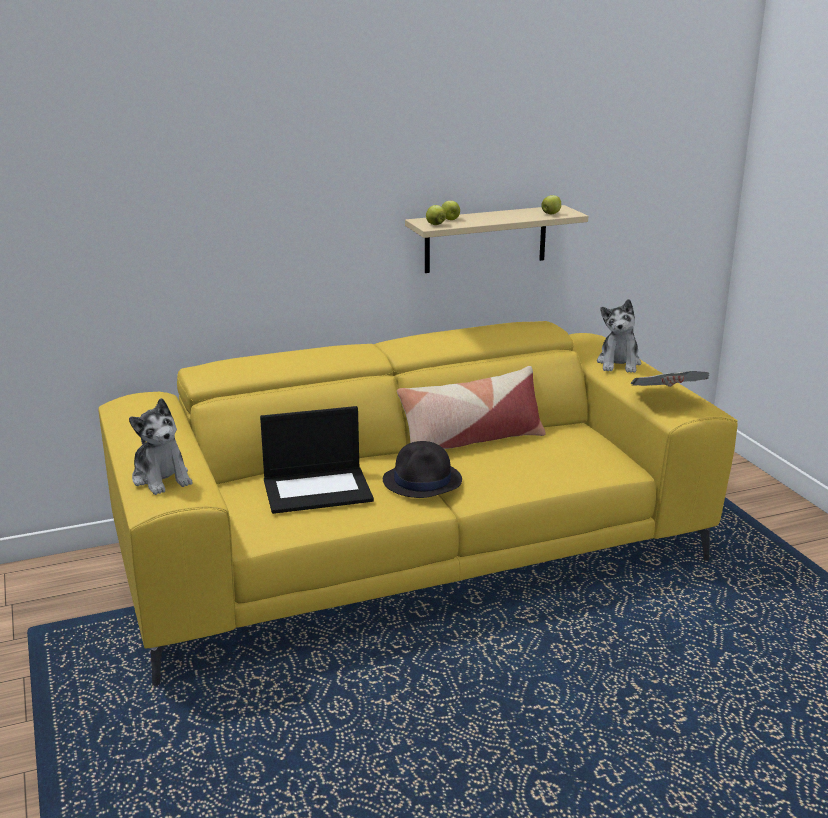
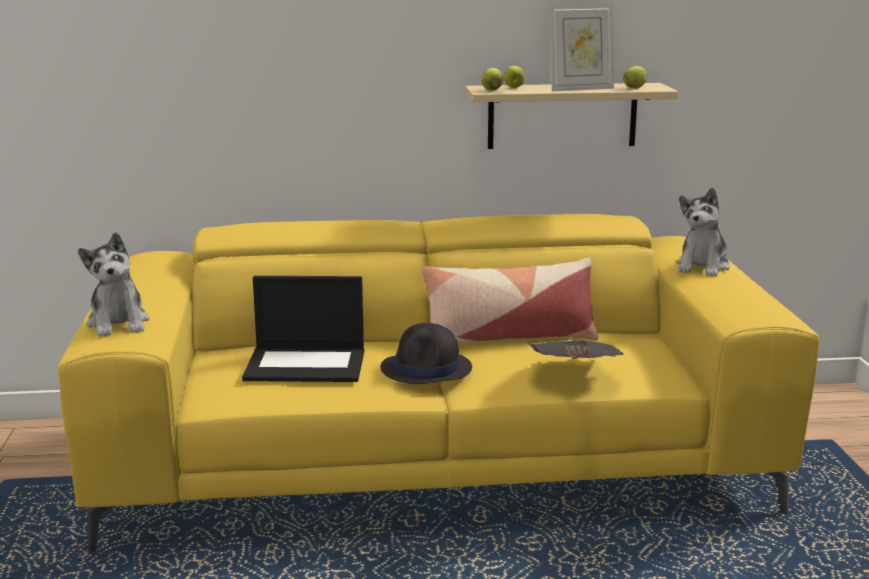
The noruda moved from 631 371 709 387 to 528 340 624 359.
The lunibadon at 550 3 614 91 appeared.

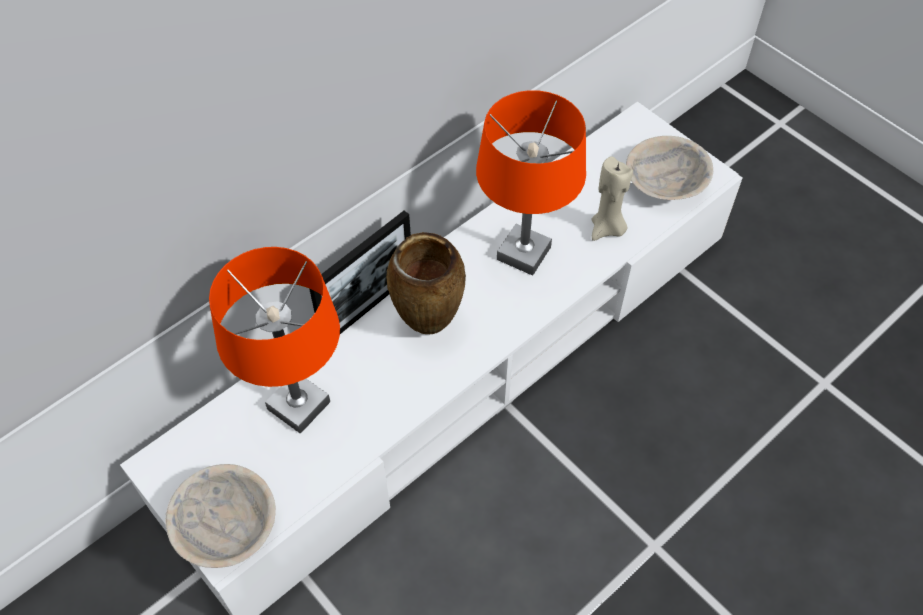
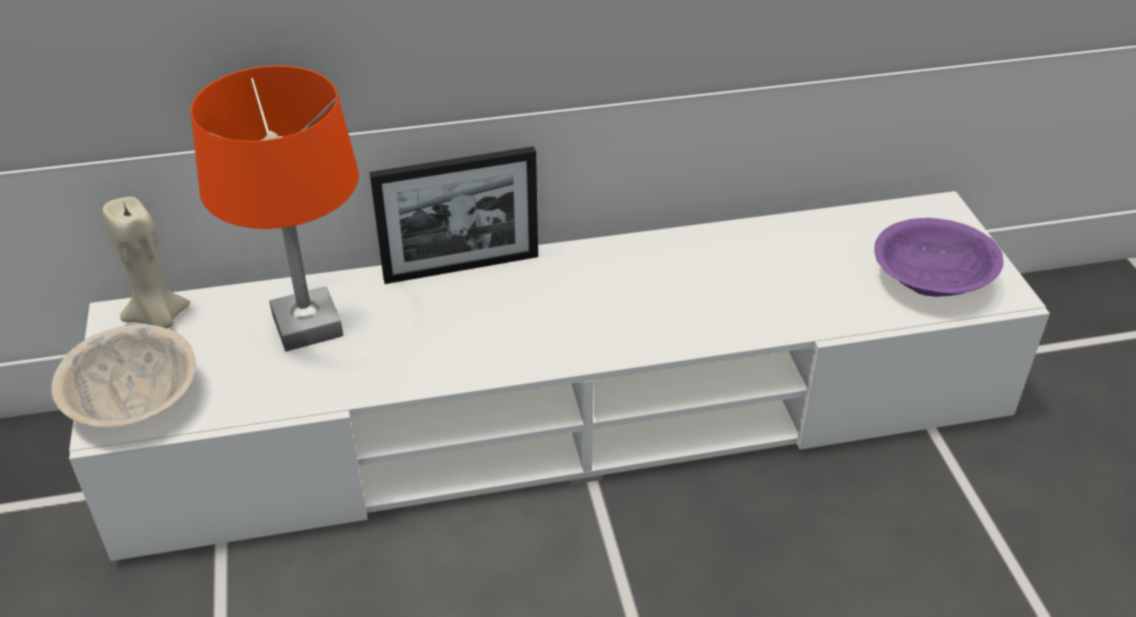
The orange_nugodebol at 476 90 586 276 disappeared.
The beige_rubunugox at 626 136 713 200 became the purple_rubunugox at 874 218 1003 297.
The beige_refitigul moved from 591 157 633 241 to 103 197 190 329.
The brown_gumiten at 386 232 466 334 disappeared.

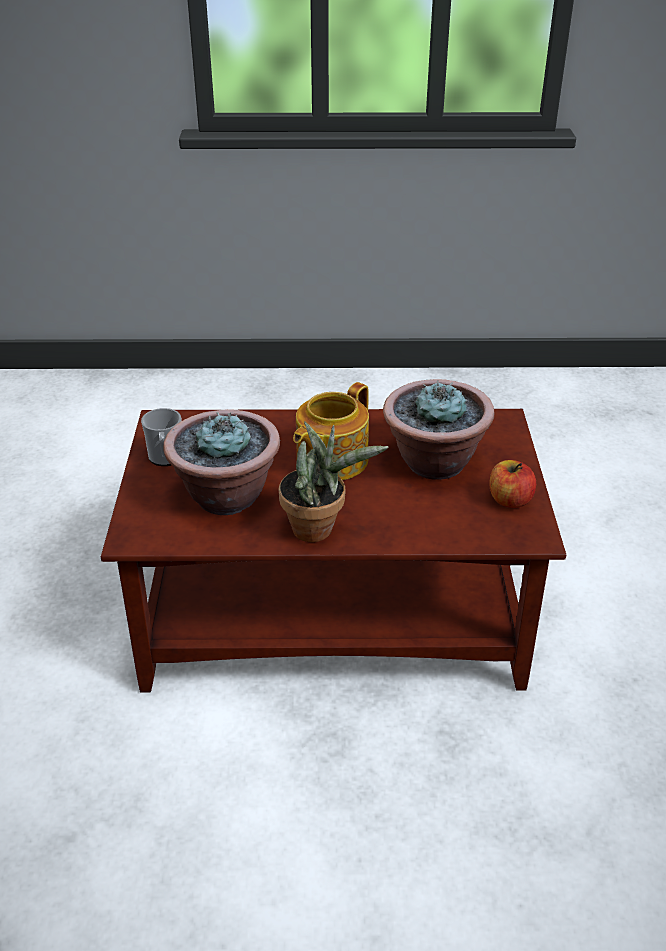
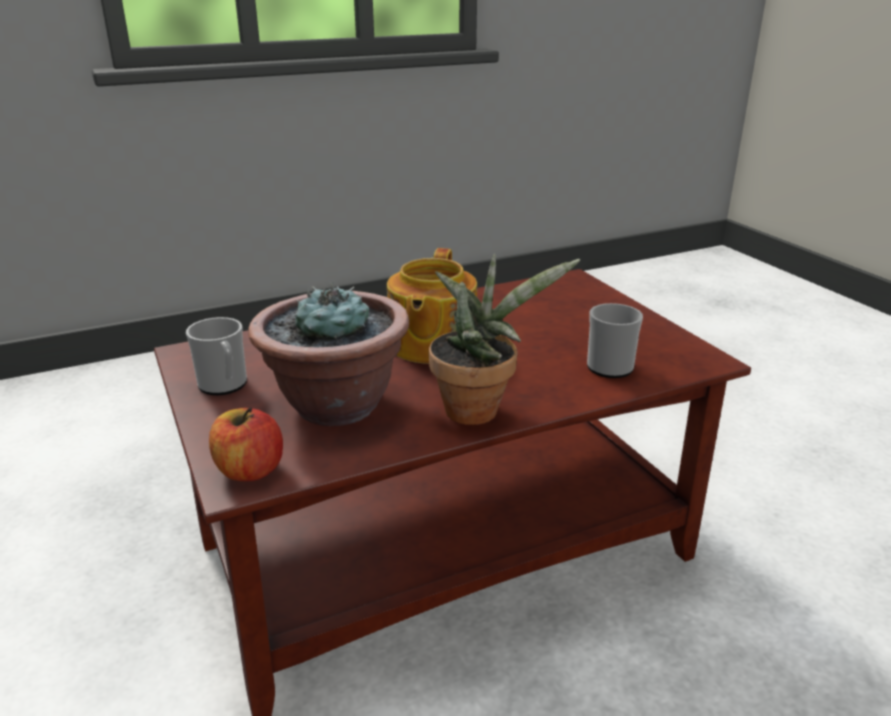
The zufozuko at 383 379 494 480 disappeared.
The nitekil moved from 490 460 536 508 to 209 407 283 481.
The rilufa at 587 303 643 378 appeared.

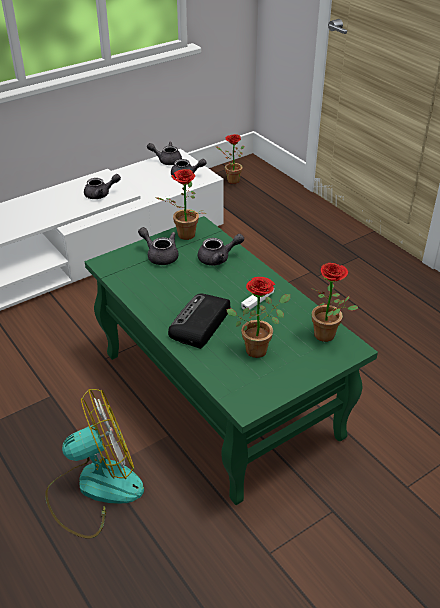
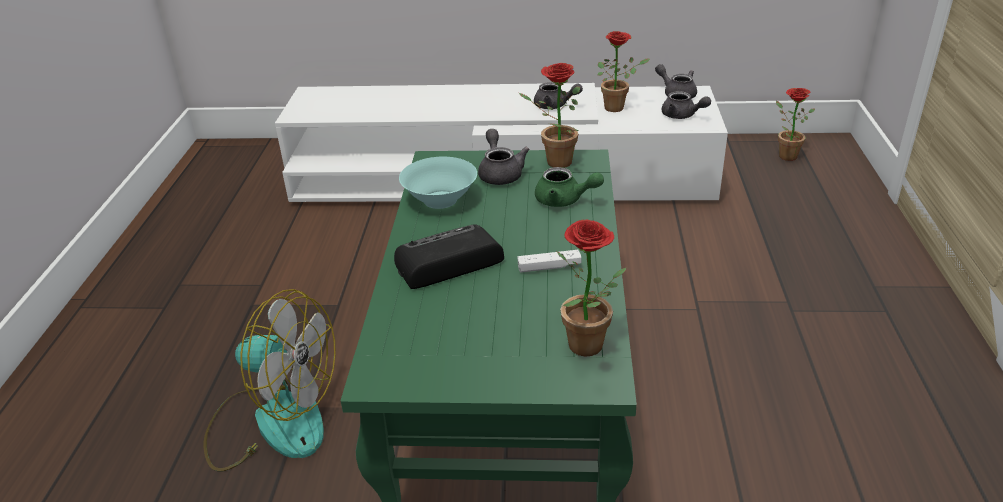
The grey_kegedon at 198 234 244 266 became the green_kegedon at 535 167 604 207.
The zufozuko moved from 226 277 290 358 to 597 31 650 112.
The turquoise_rubunugox at 399 157 477 209 appeared.

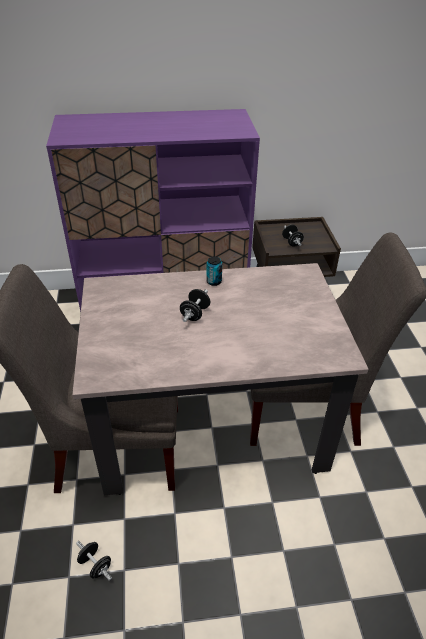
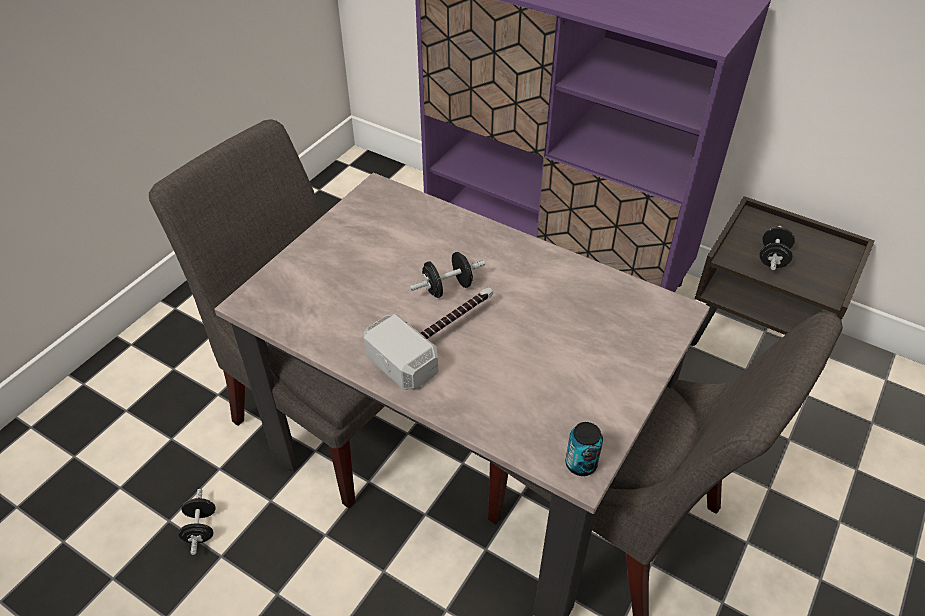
The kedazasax moved from 206 257 222 286 to 565 422 603 476.
The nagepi at 364 287 493 389 appeared.

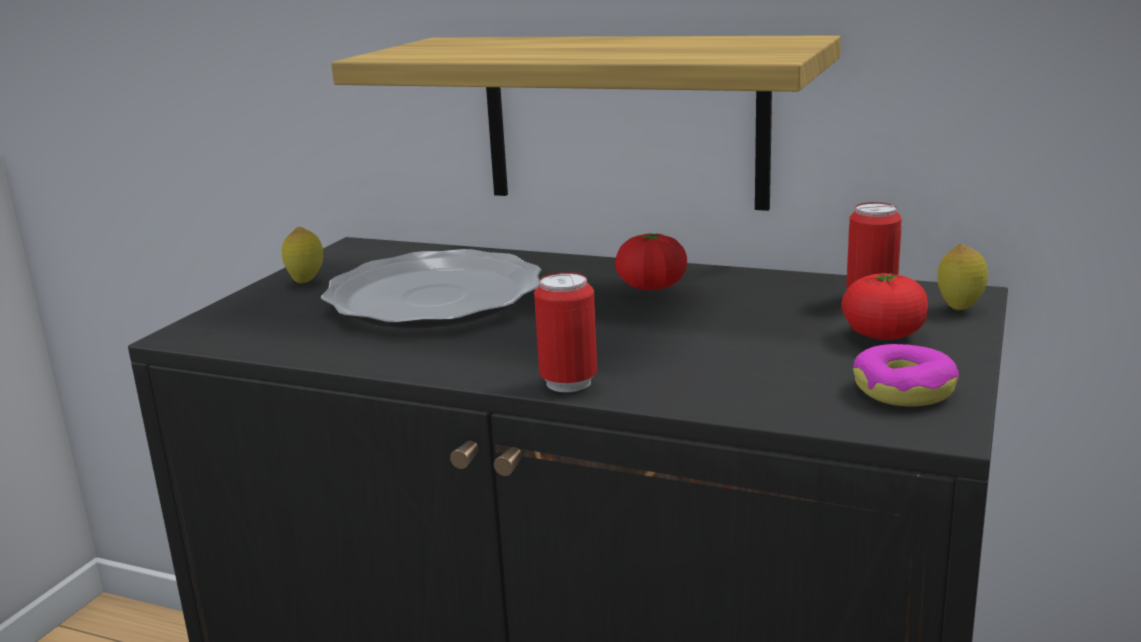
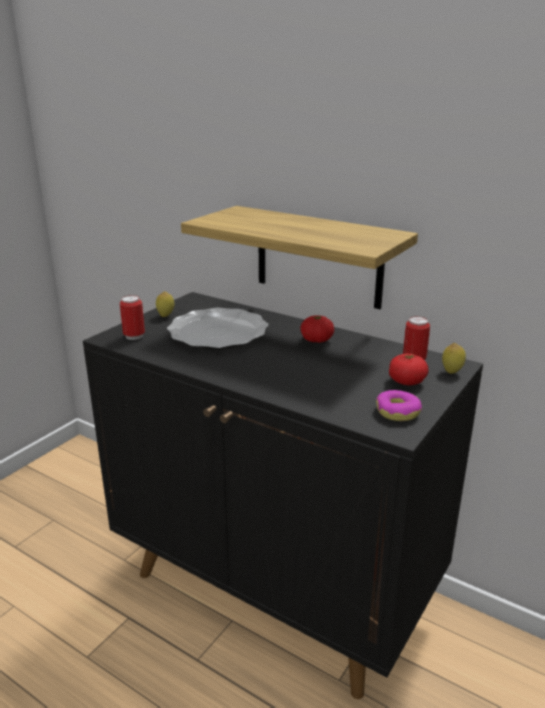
The kedazasax moved from 534 272 597 392 to 120 295 145 340.

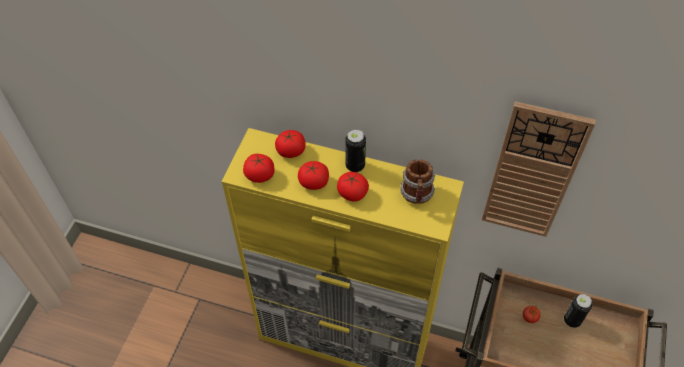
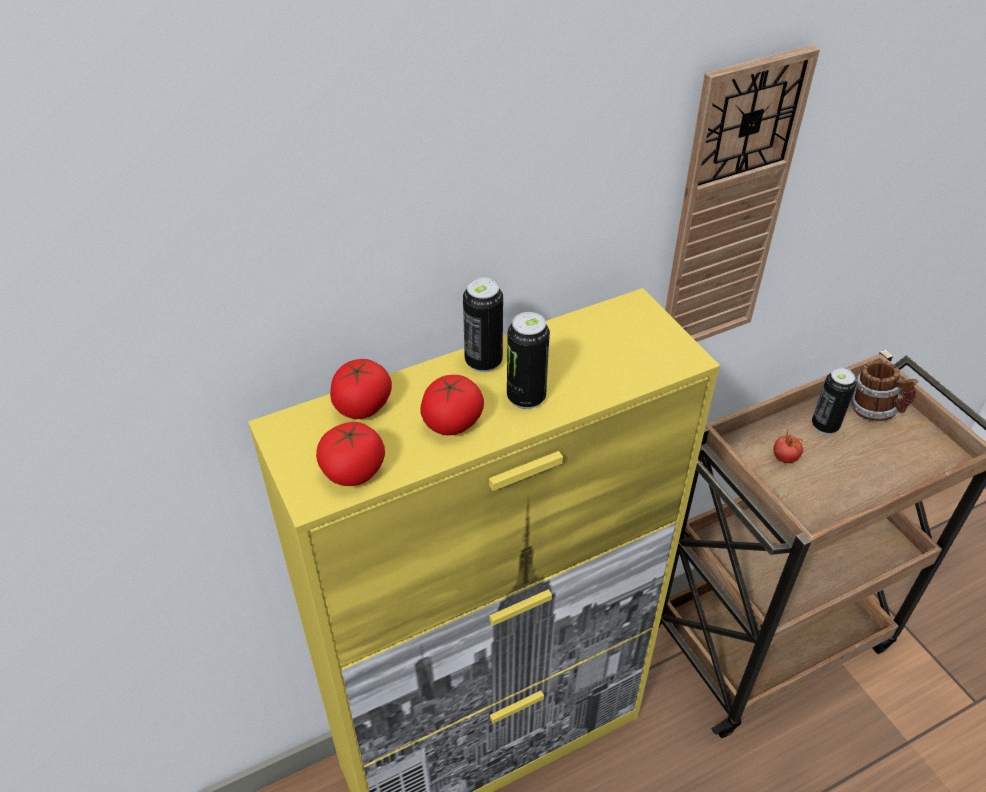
The rilufa moved from 400 160 435 204 to 851 361 918 421.
The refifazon at 337 172 369 201 was replaced by the kedazasax at 507 312 550 409.

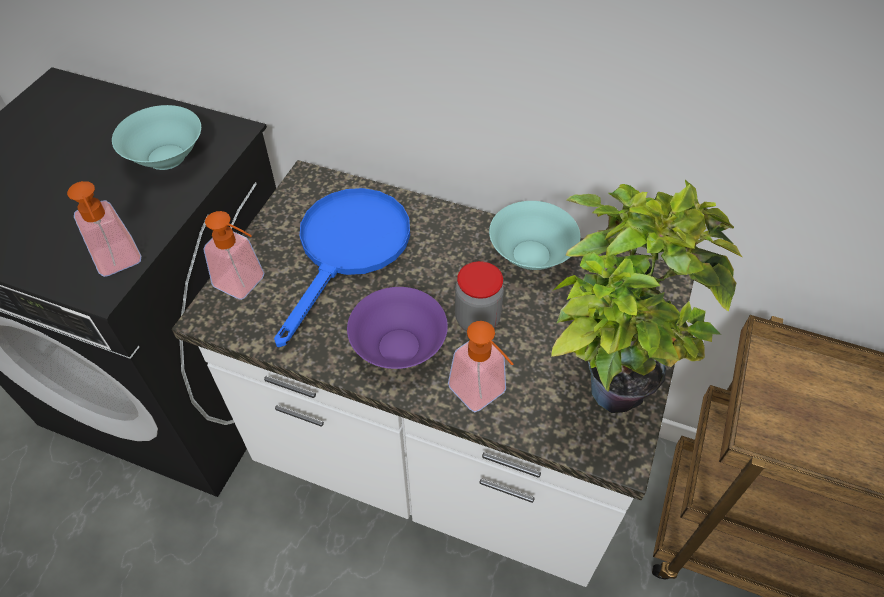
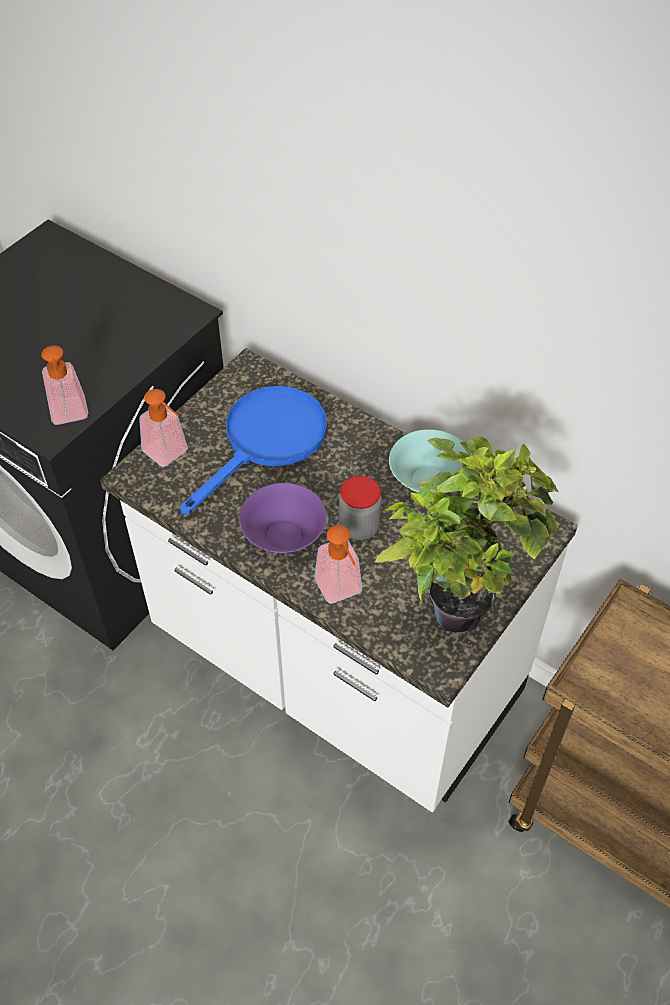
The turquoise_rubunugox at 112 105 201 170 disappeared.

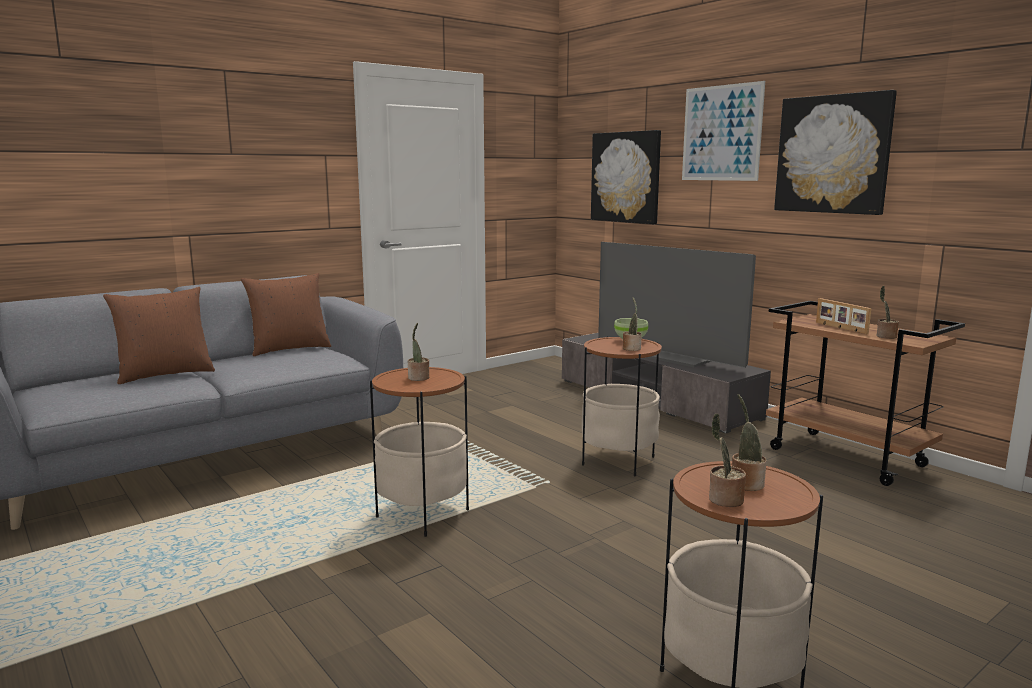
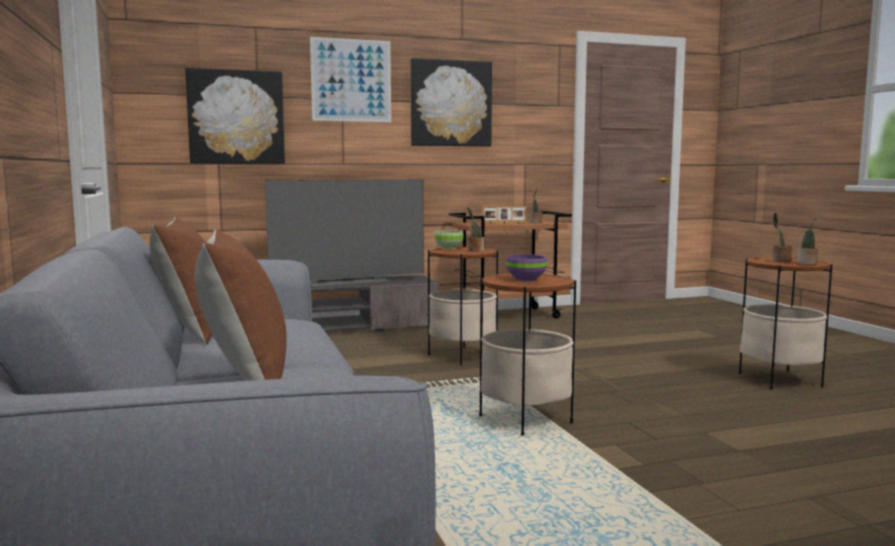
The zufozuko at 408 323 429 381 was replaced by the purple_rubunugox at 506 254 547 282.

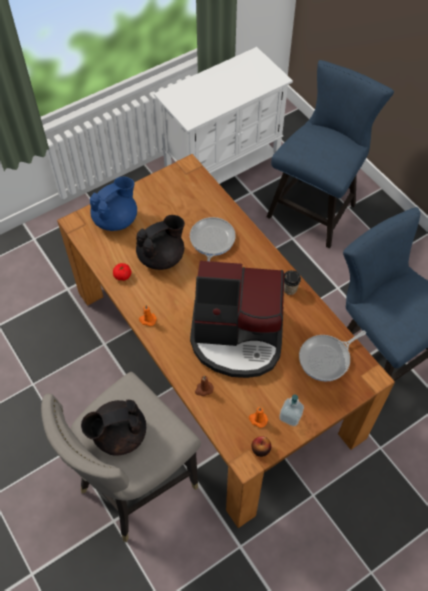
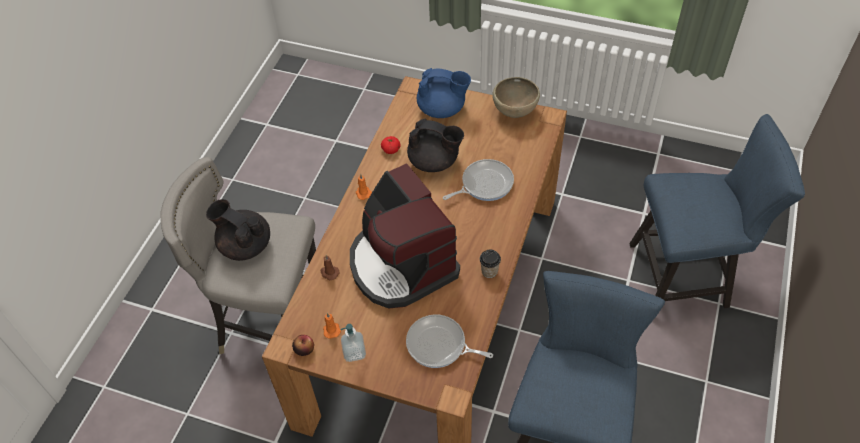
The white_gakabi at 154 47 293 184 disappeared.
The brown_rubunugox at 492 77 540 118 appeared.

